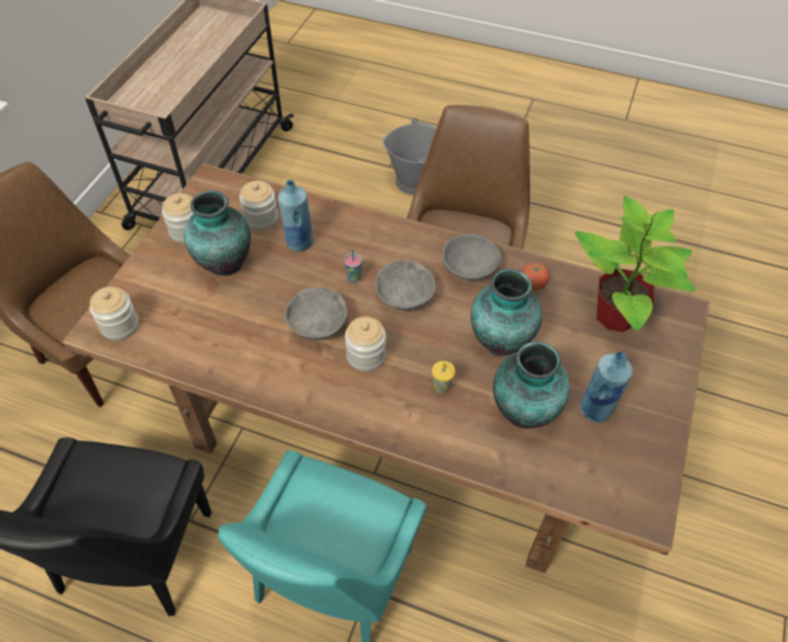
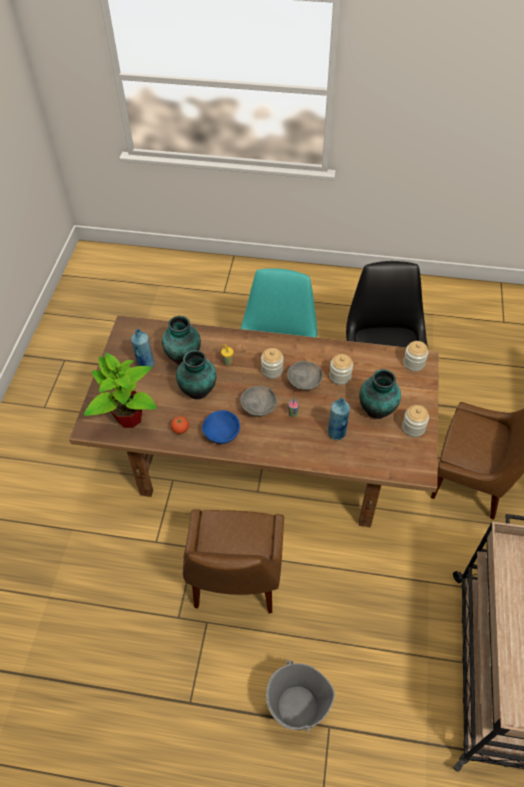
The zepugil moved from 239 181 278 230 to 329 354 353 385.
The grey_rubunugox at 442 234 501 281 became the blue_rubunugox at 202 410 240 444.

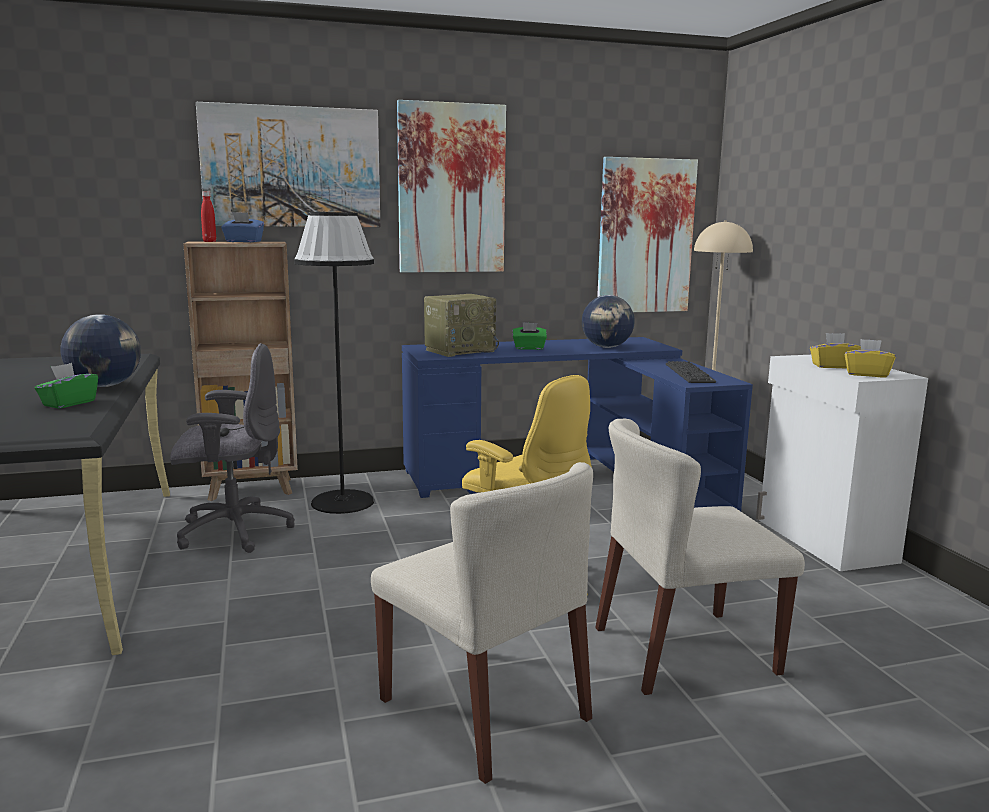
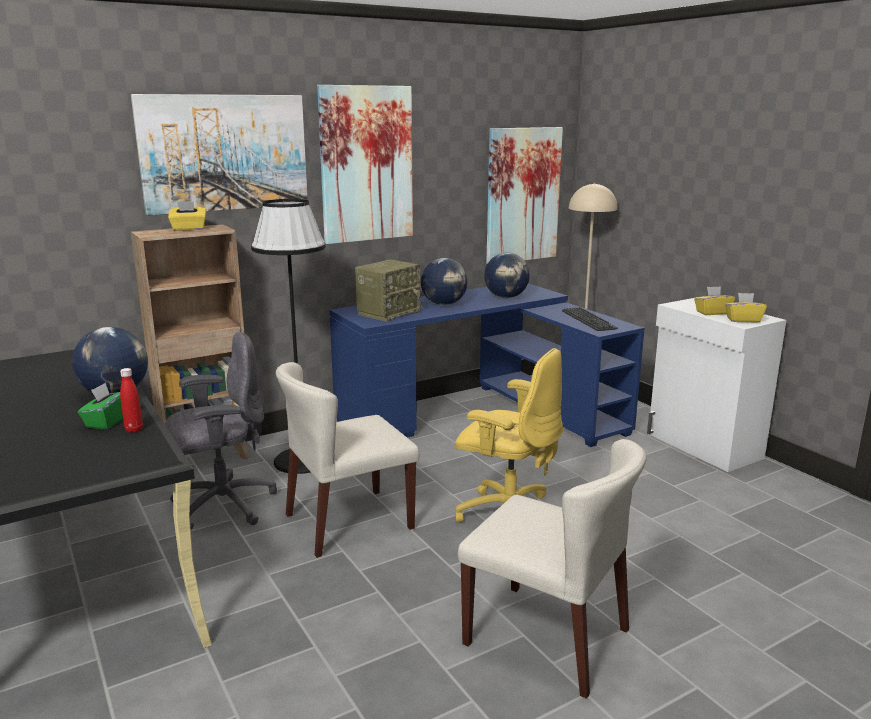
The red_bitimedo moved from 201 191 216 242 to 120 368 143 433.
The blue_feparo at 221 212 264 242 became the yellow_feparo at 168 202 206 231.
The green_feparo at 513 323 547 350 was replaced by the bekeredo at 421 258 468 305.
The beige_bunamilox moved from 595 418 805 695 to 276 362 420 558.

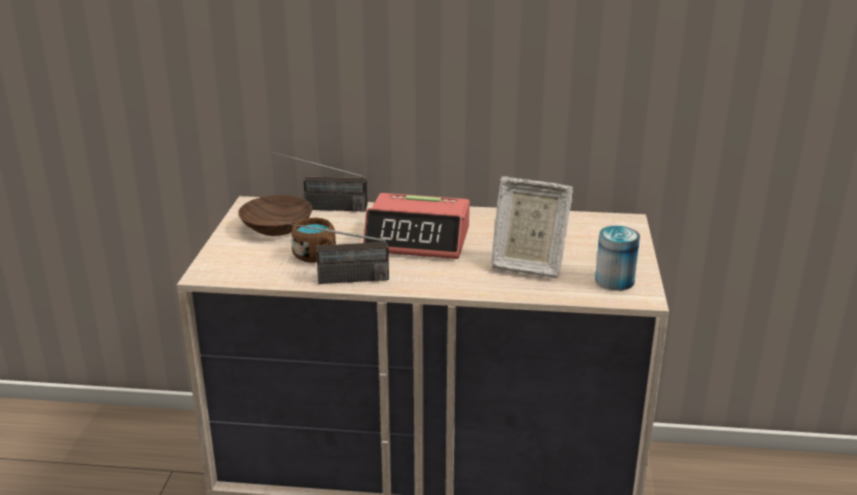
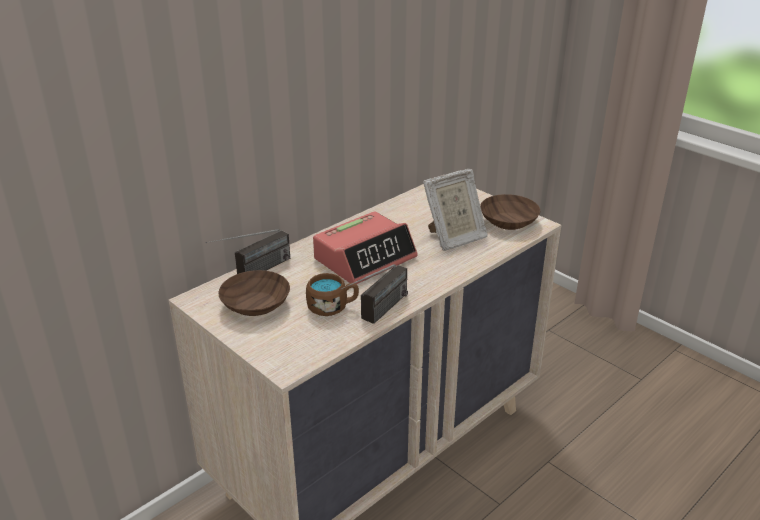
The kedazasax at 595 226 640 291 was replaced by the brown_rubunugox at 480 194 540 230.

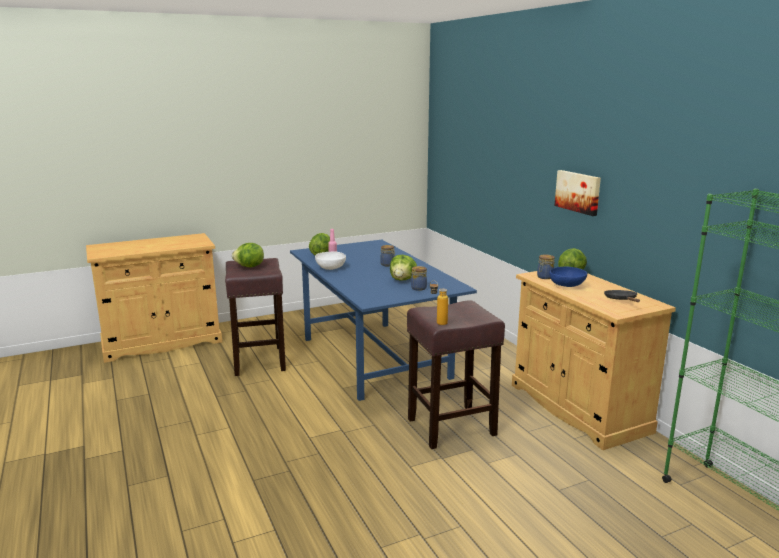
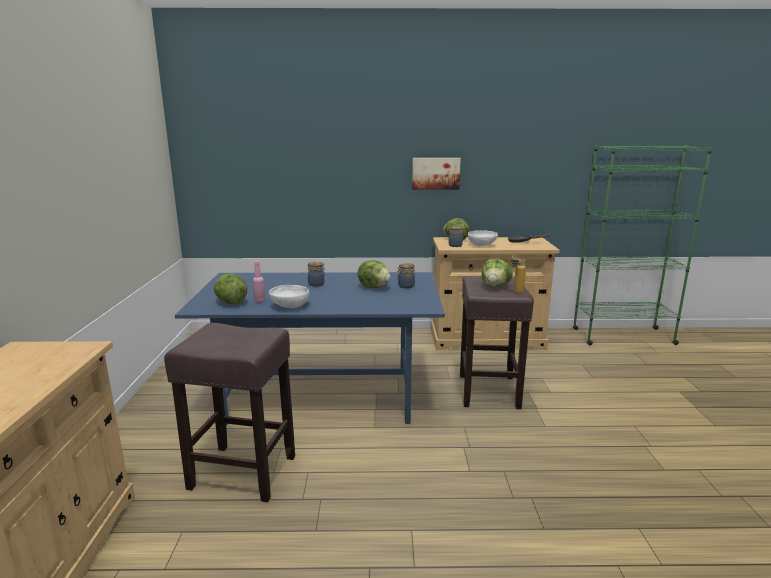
The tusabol moved from 232 243 264 268 to 482 259 513 287.
The blue_rubunugox at 549 267 587 287 became the white_rubunugox at 468 230 498 246.

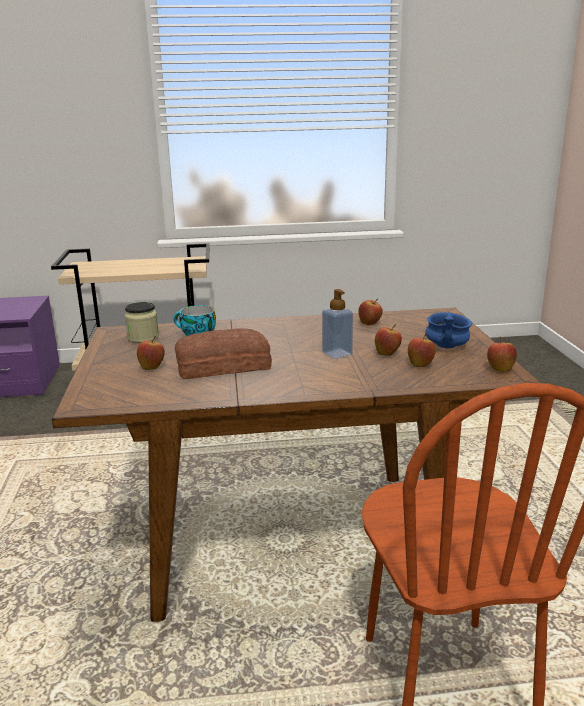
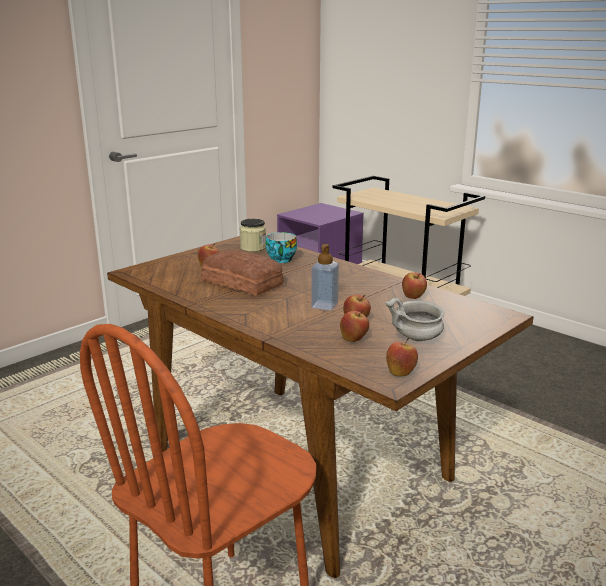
The blue_rubunugox at 425 312 472 348 became the grey_rubunugox at 385 298 444 341.

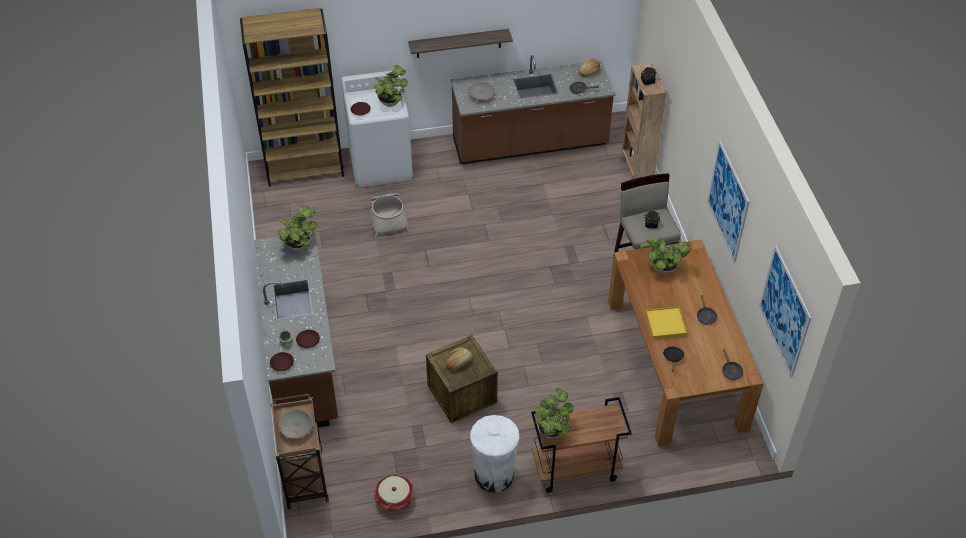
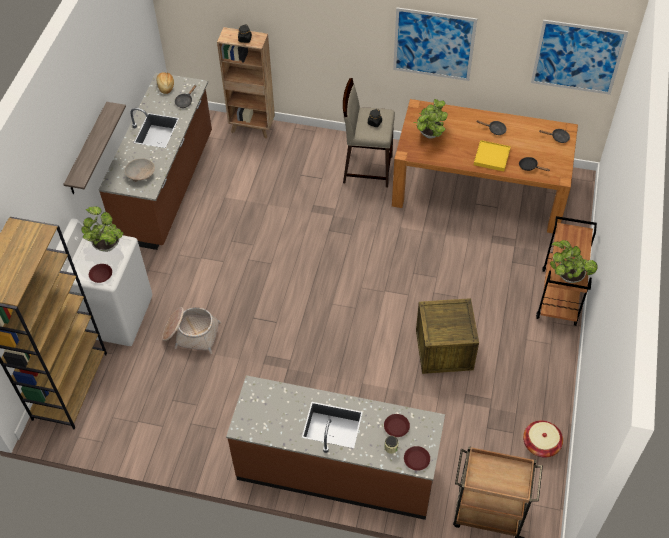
The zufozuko at 278 206 317 251 disappeared.
The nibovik at 446 347 473 371 disappeared.
The beige_rubunugox at 279 410 313 439 disappeared.
The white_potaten at 470 415 519 493 disappeared.

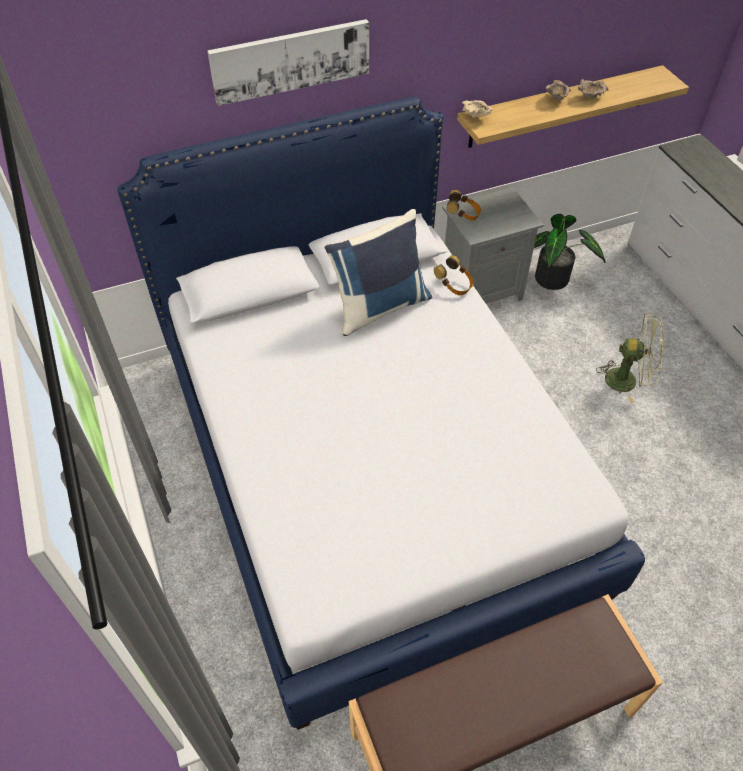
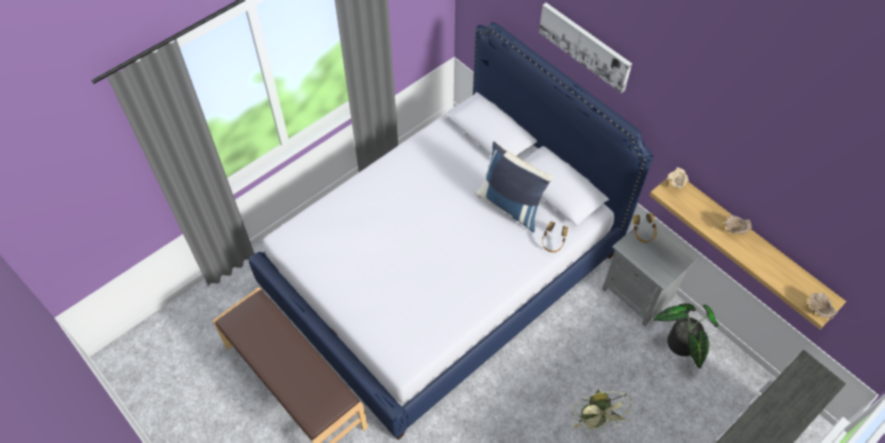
The beige_rubunugox moved from 578 79 608 99 to 808 293 838 320.

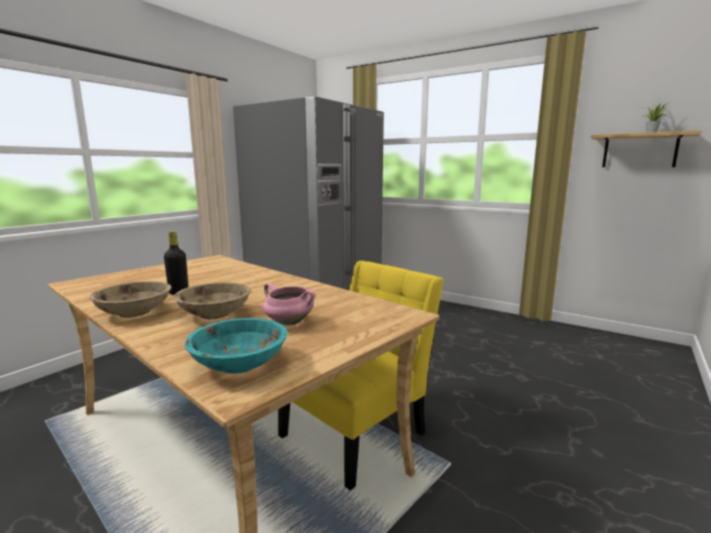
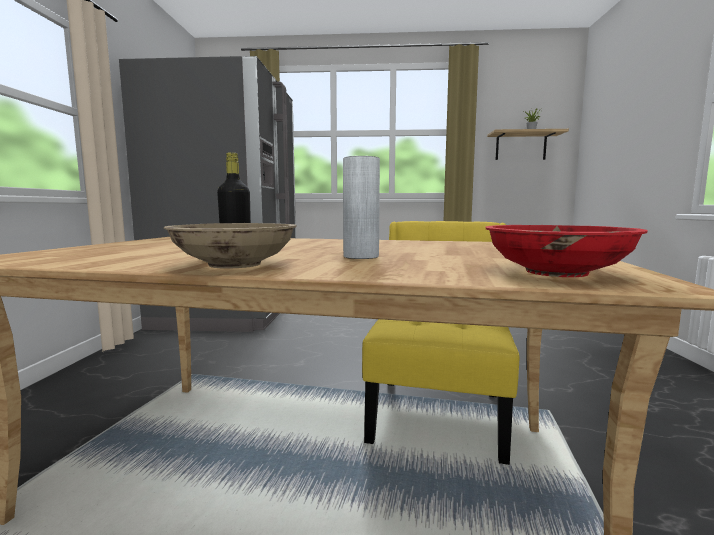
The beige_rubunugox at 174 282 251 319 was replaced by the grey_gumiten at 343 156 380 259.
The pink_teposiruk at 263 283 315 325 disappeared.
The turquoise_rubunugox at 184 318 288 374 became the red_rubunugox at 486 225 648 277.

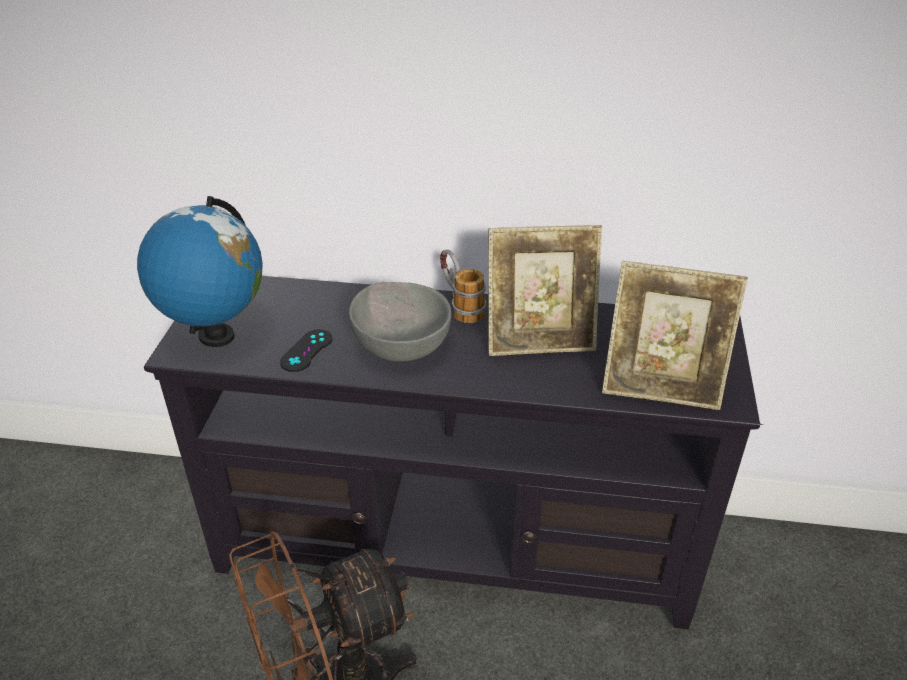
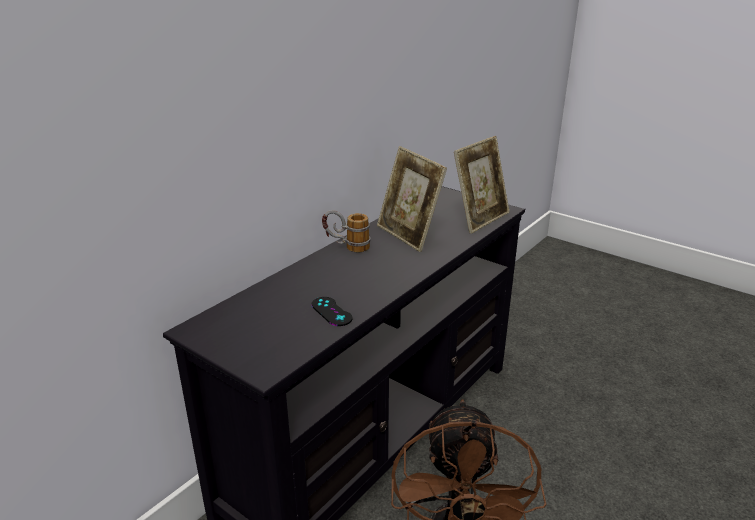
The bekeredo at 137 196 263 347 disappeared.
The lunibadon at 488 225 602 356 turned 120 degrees clockwise.
The grey_rubunugox at 349 282 451 361 disappeared.

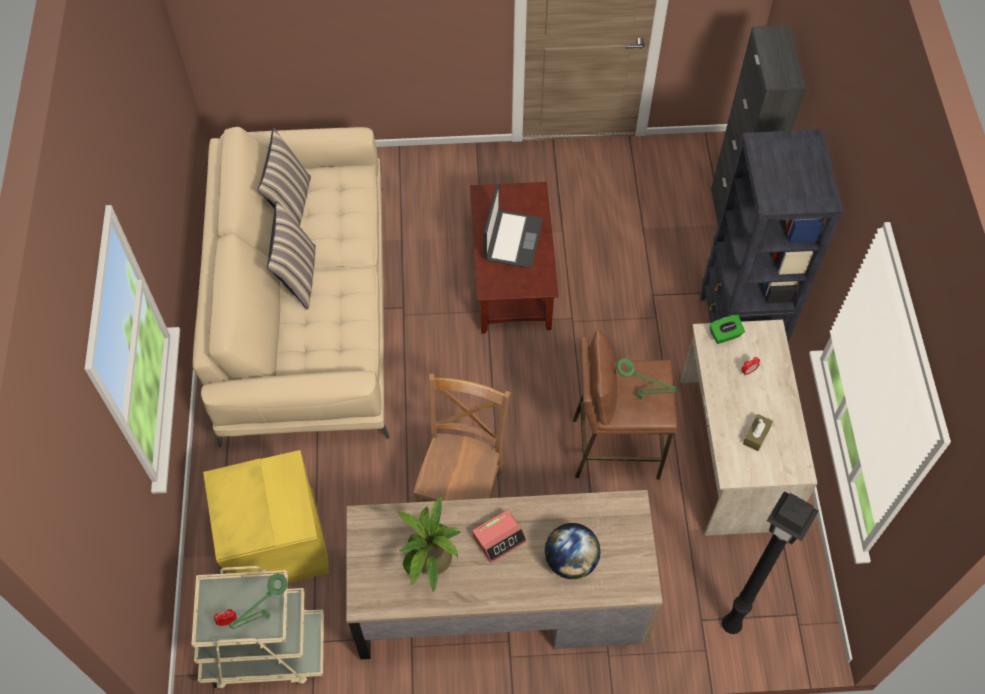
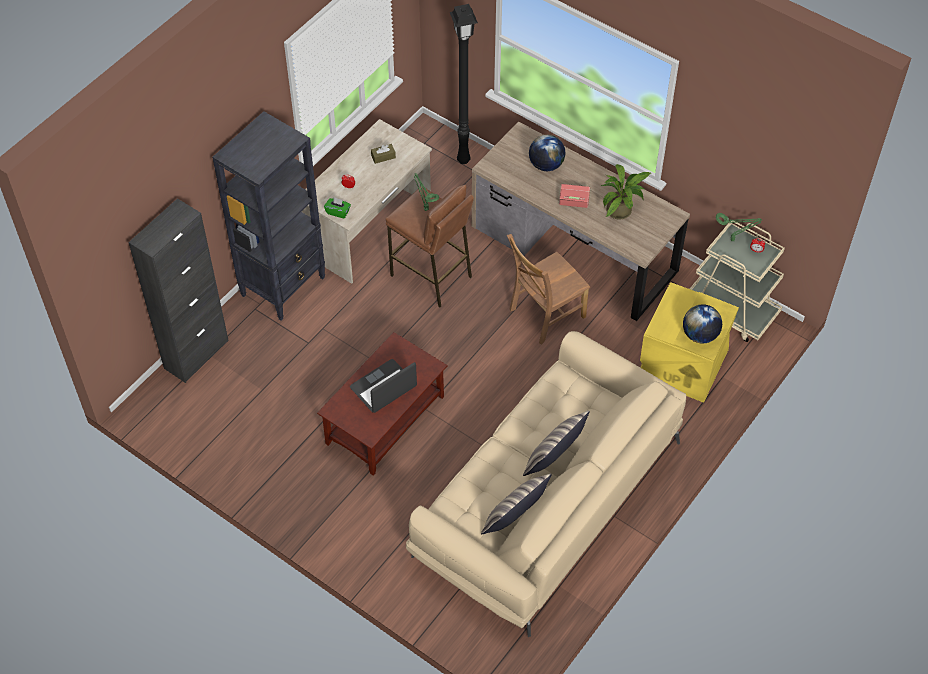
The bekeredo at 683 304 722 344 appeared.

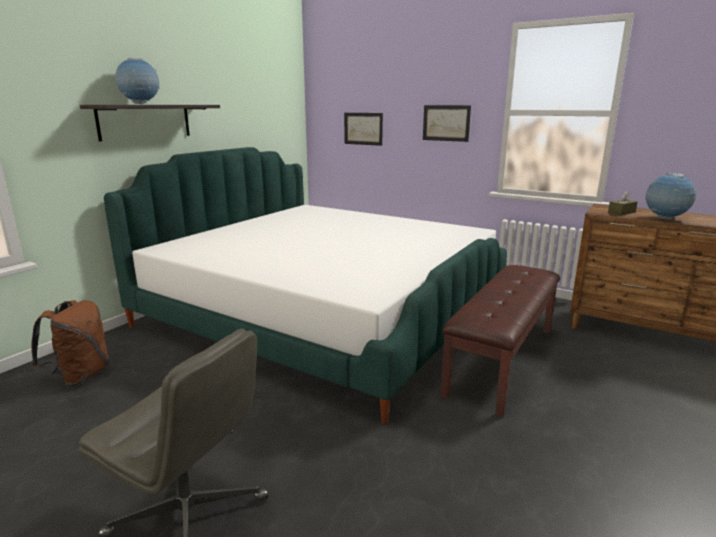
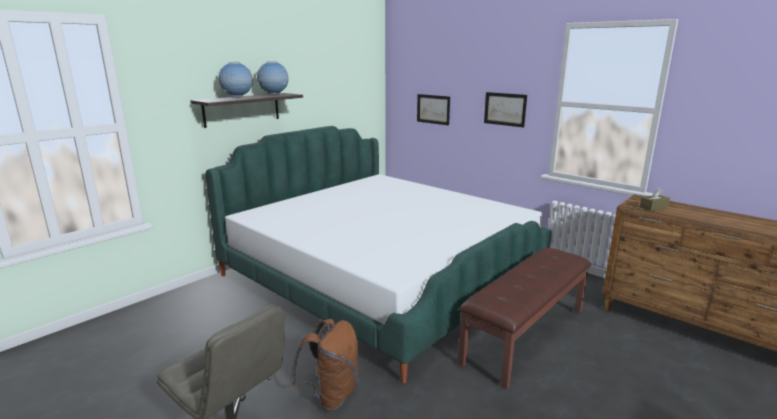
The bekeredo moved from 645 173 696 219 to 257 61 289 95.
The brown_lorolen moved from 31 300 110 387 to 291 319 359 412.

